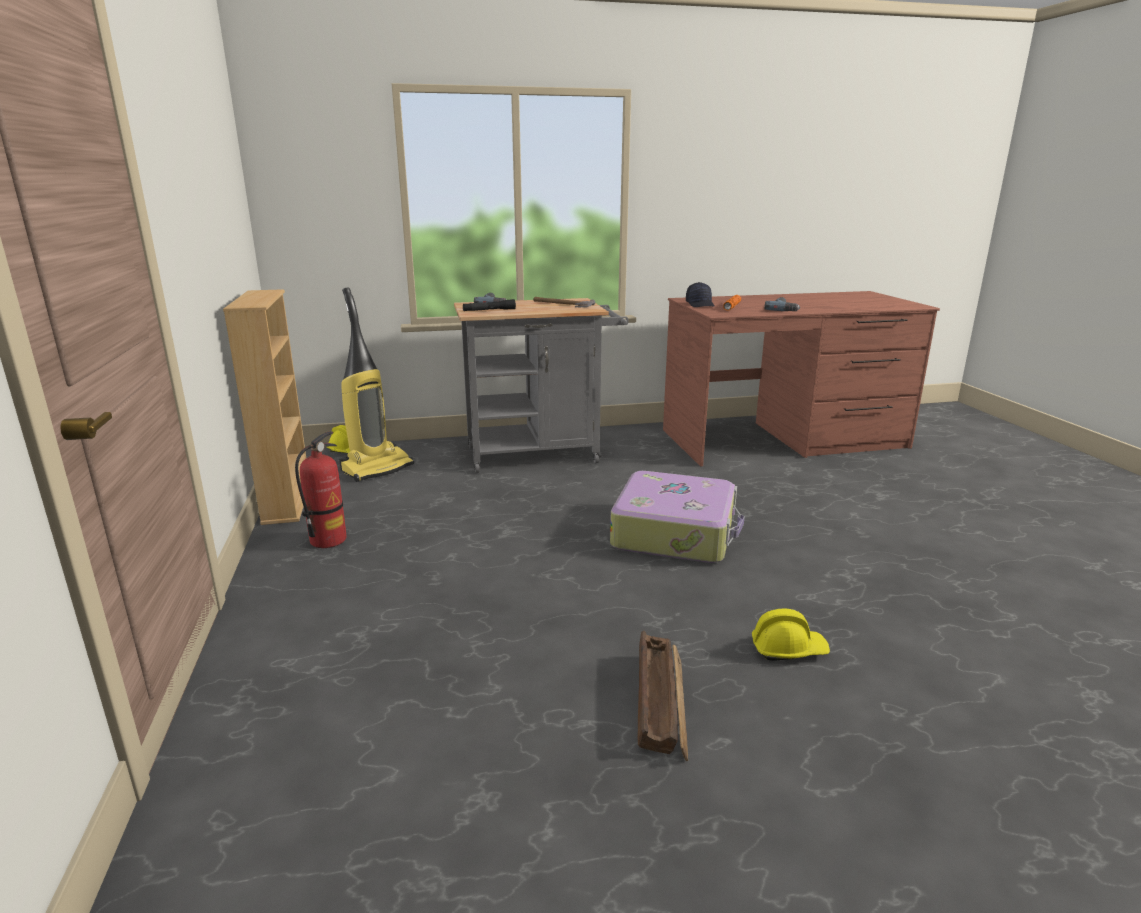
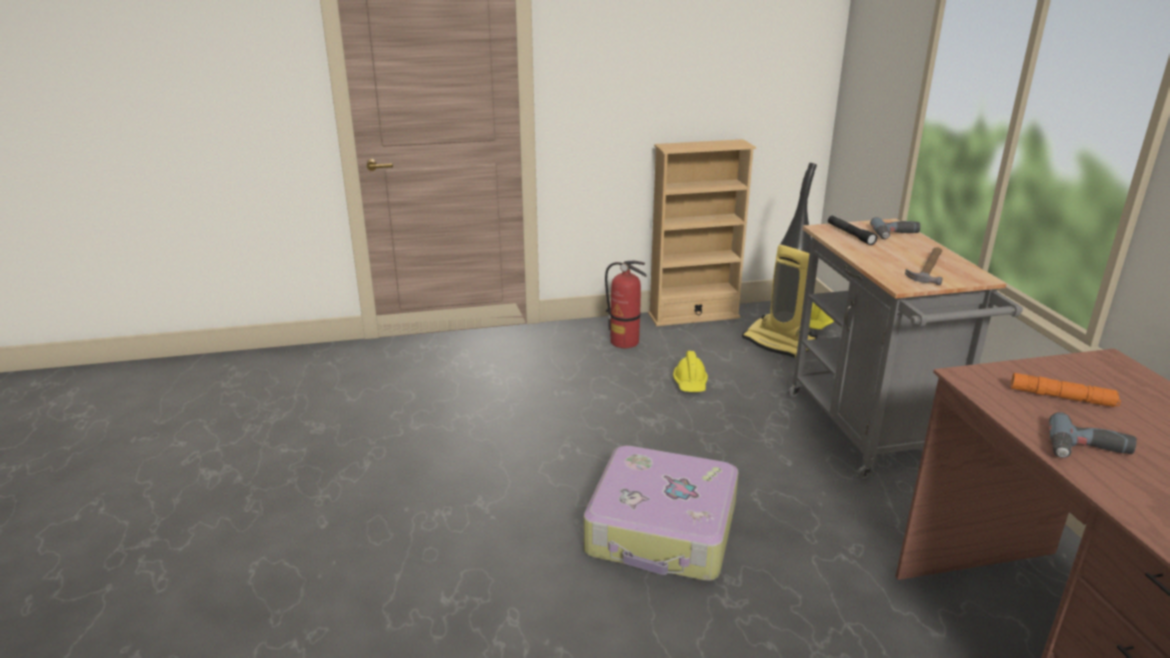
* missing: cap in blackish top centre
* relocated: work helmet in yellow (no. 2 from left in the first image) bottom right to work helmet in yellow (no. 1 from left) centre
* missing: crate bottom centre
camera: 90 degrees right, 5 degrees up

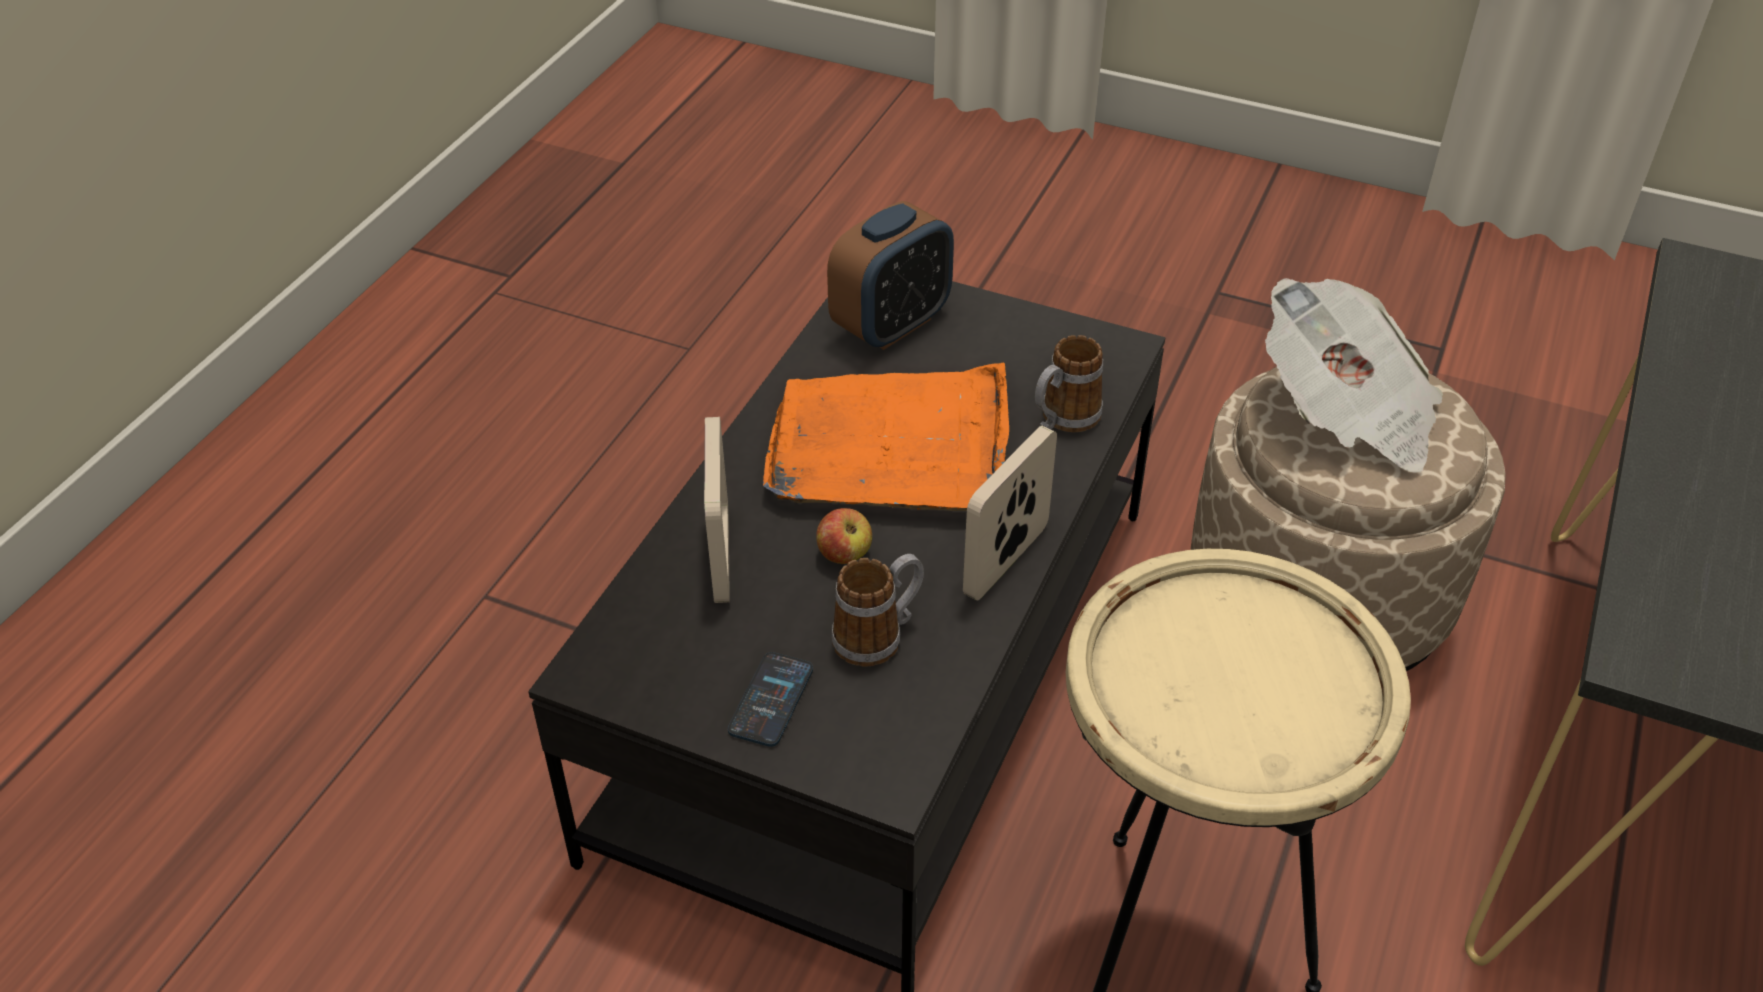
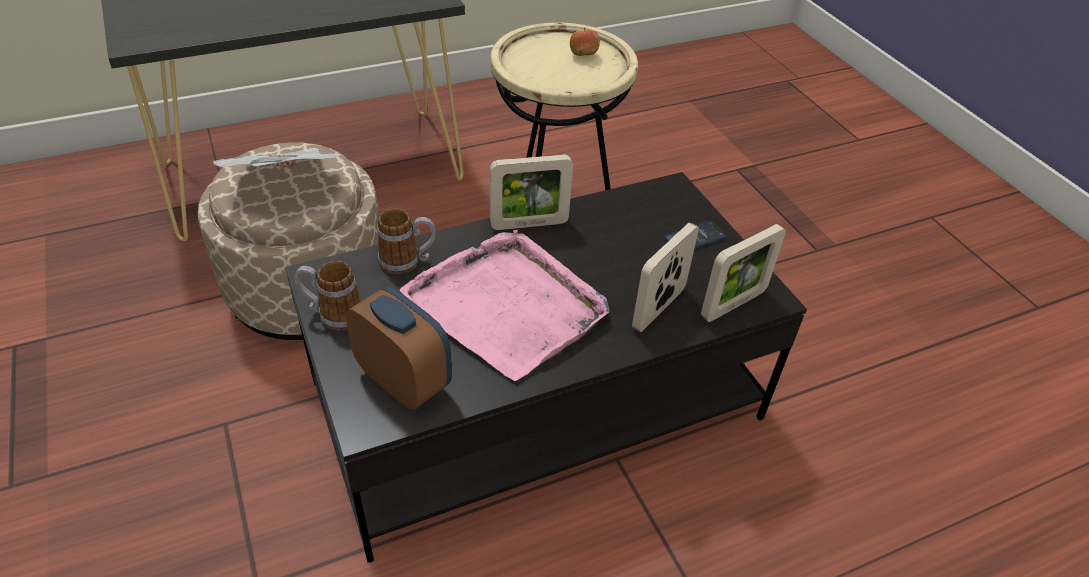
* spun: alarm clock top centre = centre 45 degrees clockwise
* colour: serving tray in orange centre to serving tray in pink centre
* relocated: apple fruit centre to top centre
* relocated: coffee mug (no. 1 from left) centre to middle left
* appeared: standing frame (no. 3 from left) middle right
camera: 140 degrees left, 0 degrees up

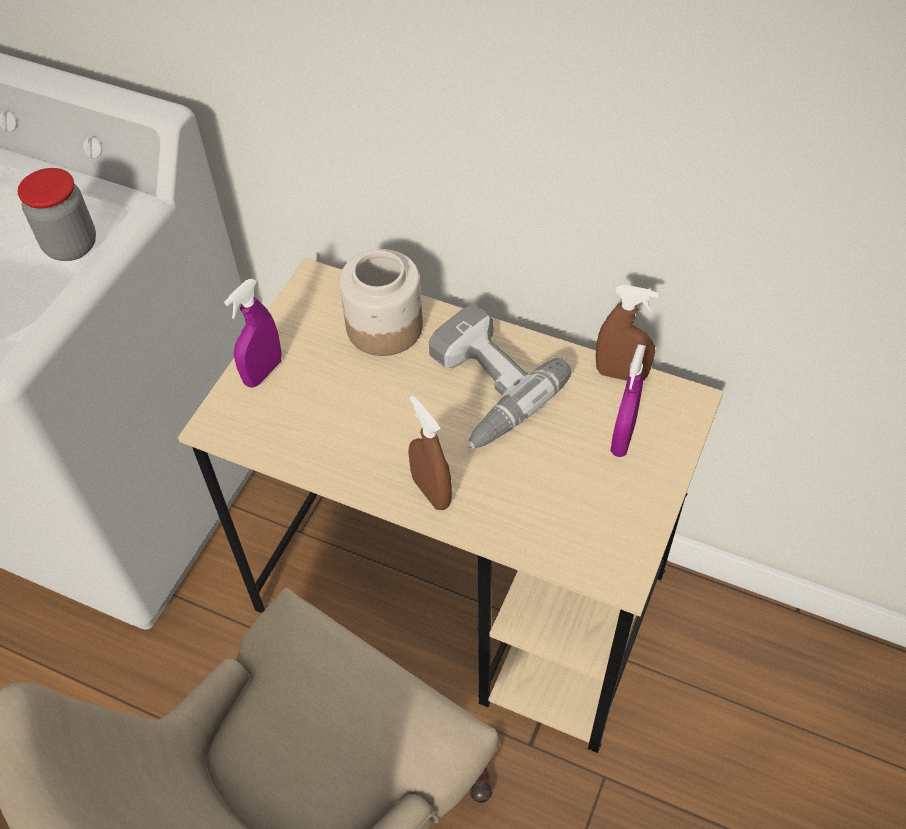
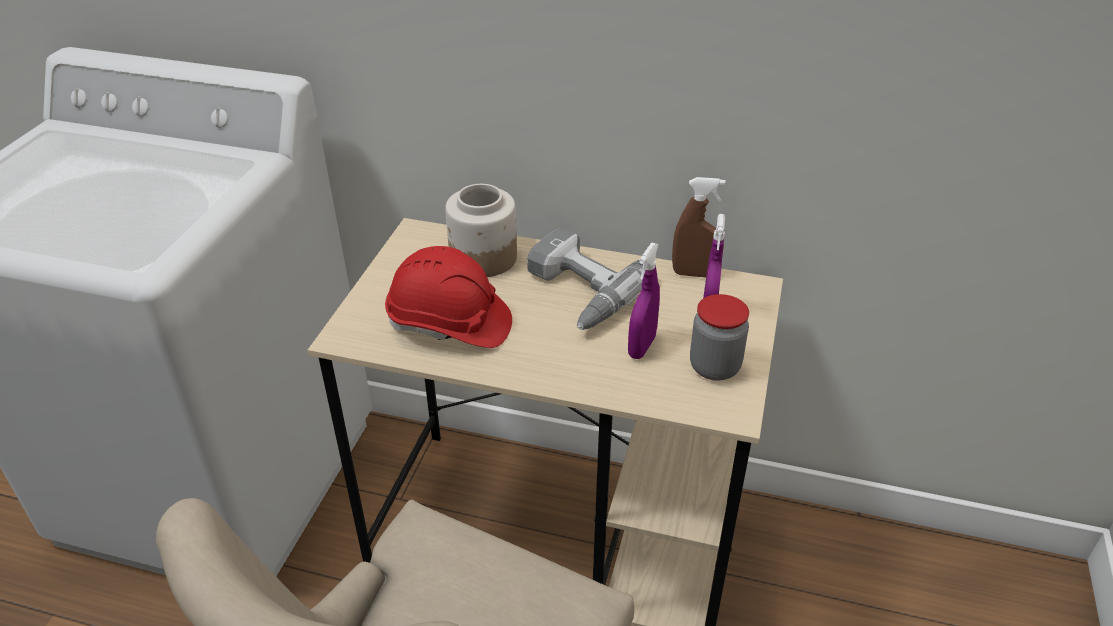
* relocated: preserve jar (no. 1 from left in the first image) top left to preserve jar (no. 2 from left) centre
* relocated: hand sprayer in purple-coloured (no. 1 from left) middle left to centre
* missing: hand sprayer in brownish (no. 1 from left) centre
* appeared: work helmet in red centre
camera: 10 degrees left, 15 degrees down

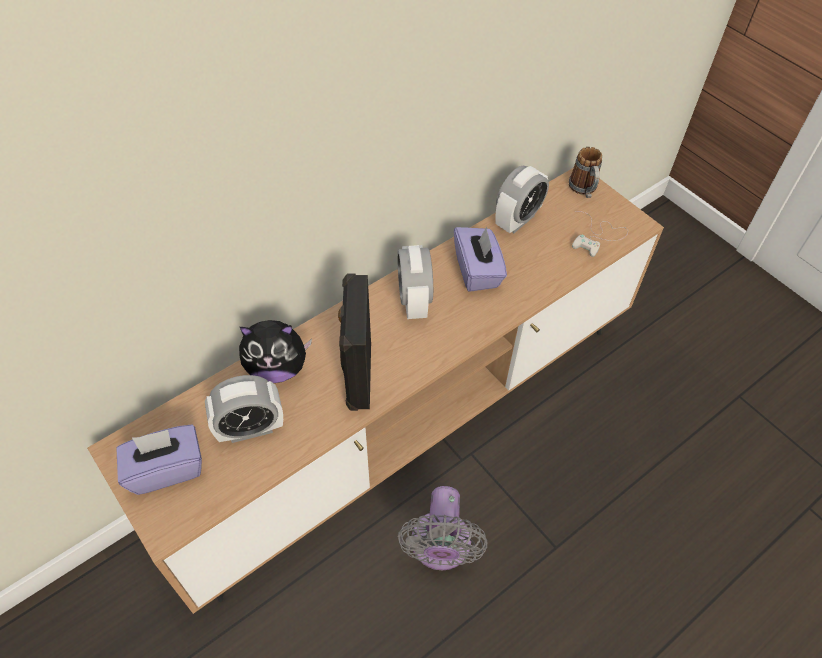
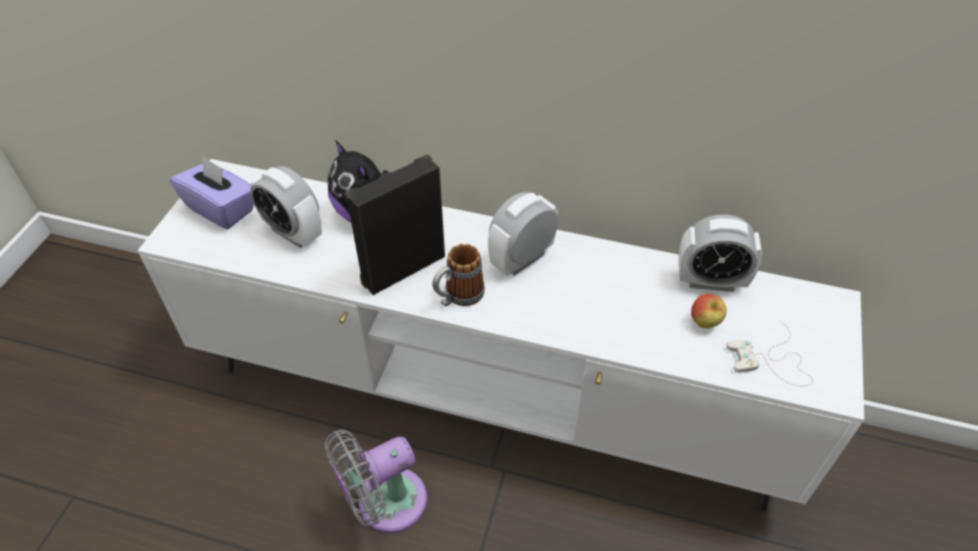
* relocated: coffee mug top right to centre
* colour: tv unit in brownish centre to tv unit in white centre
* missing: box of tissues in purple-coloured (no. 2 from left) centre
* appeared: apple fruit middle right
camera: 55 degrees right, 5 degrees down

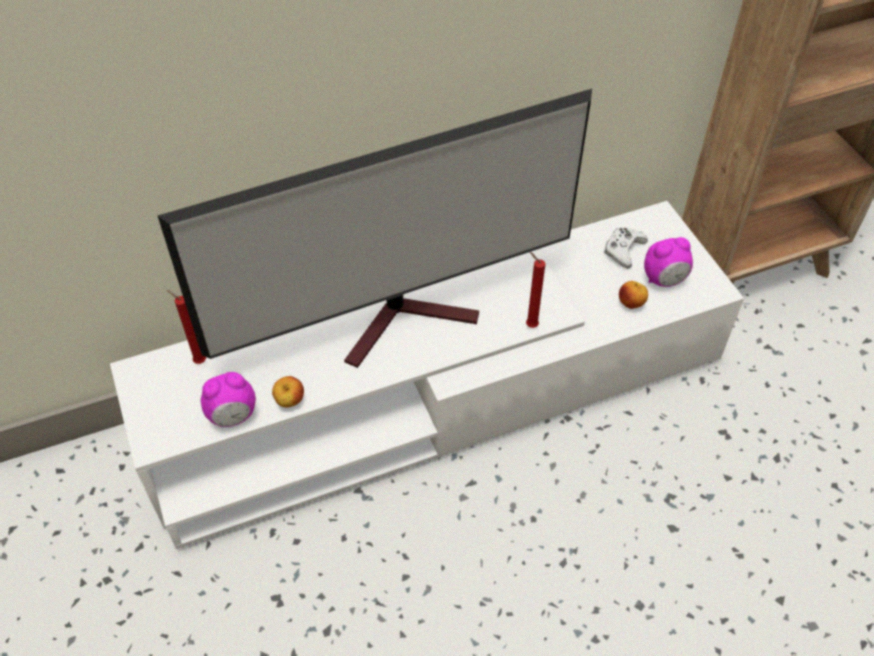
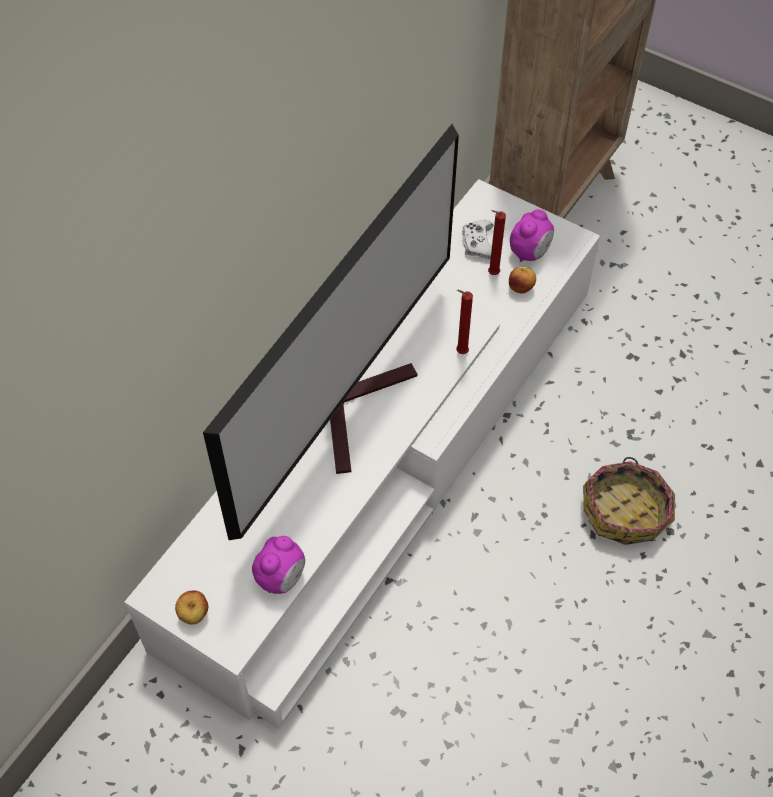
* relocated: wax candle in red (no. 1 from left in the first image) middle left to wax candle in red (no. 2 from left) top centre
* relocated: apple fruit (no. 1 from left) middle left to bottom left
* appeared: household basket middle right
camera: 35 degrees left, 5 degrees up

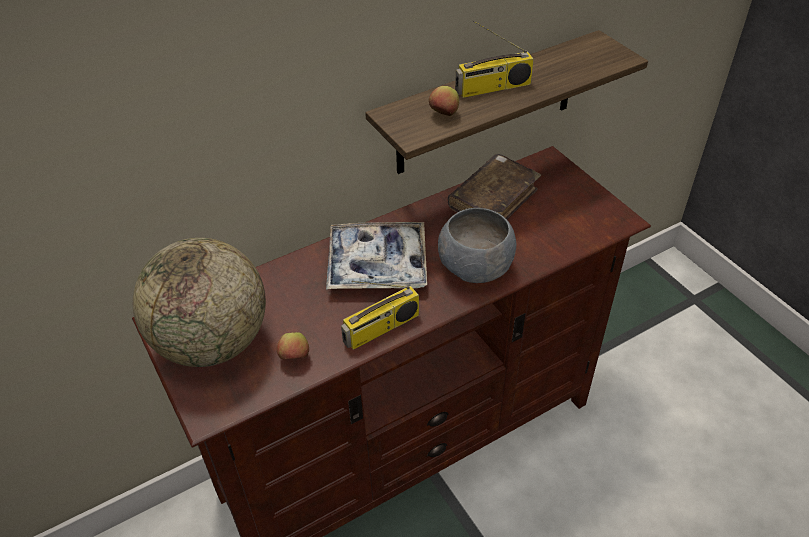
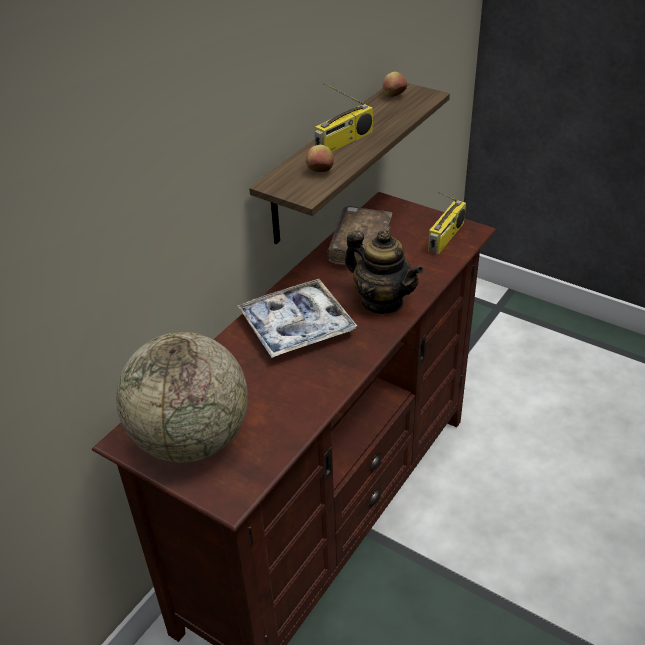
* exchanged: deep dish in greyish centre to teapot centre
* relocated: radio (no. 1 from left in the first image) centre to radio (no. 2 from left) middle right
* relocated: apple fruit (no. 1 from left in the first image) centre to apple fruit (no. 2 from left) top centre
camera: 25 degrees left, 5 degrees down

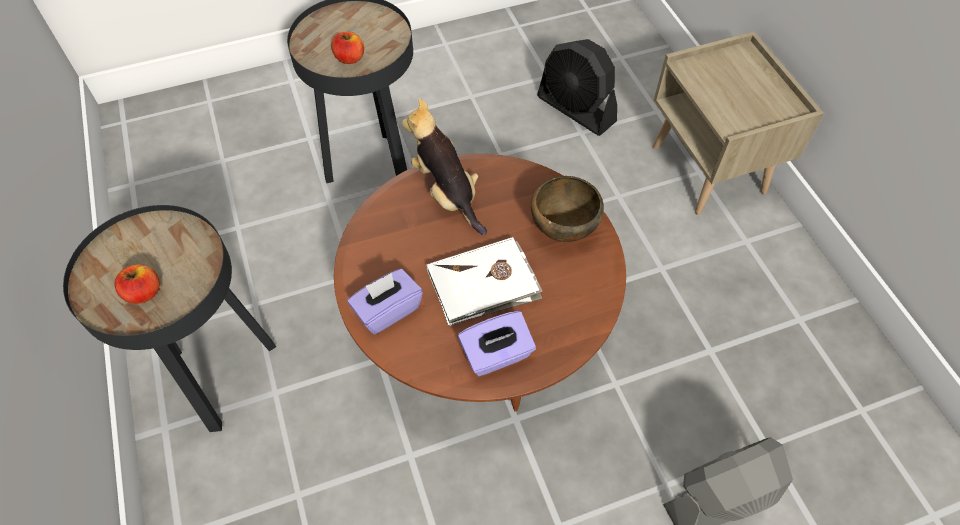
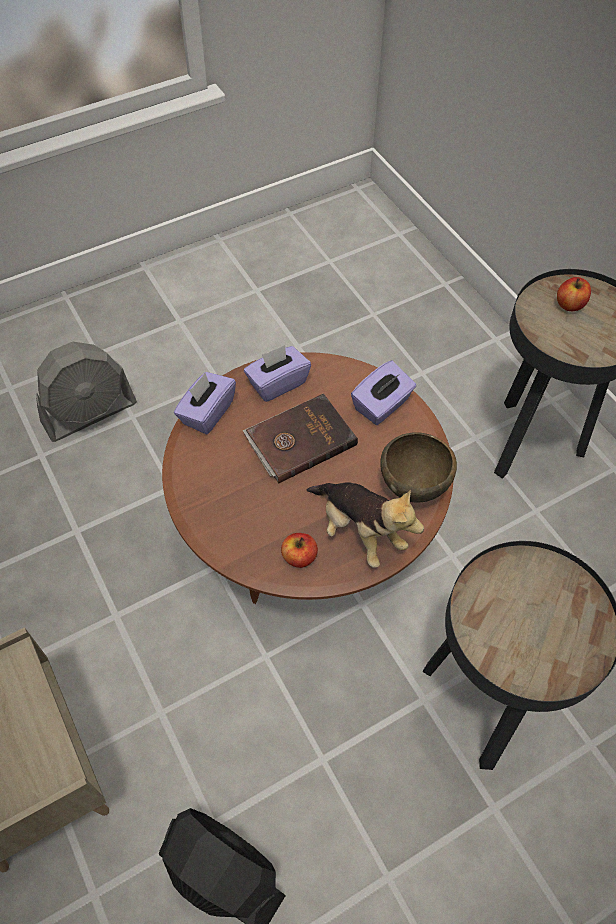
* relocated: apple fruit (no. 2 from left in the first image) top centre to apple fruit (no. 1 from left) centre
* relocated: deep dish in brownish centre to middle right
* colour: volume in white centre to volume in brownish centre
* appeared: box of tissues in purple-coloured (no. 1 from left) middle left
camera: 170 degrees right, 0 degrees up

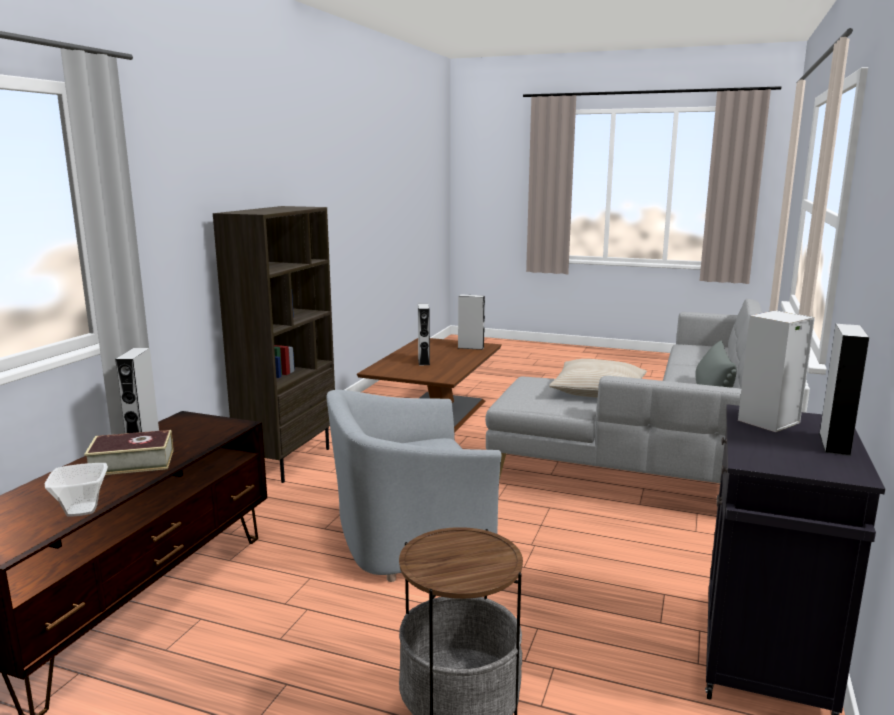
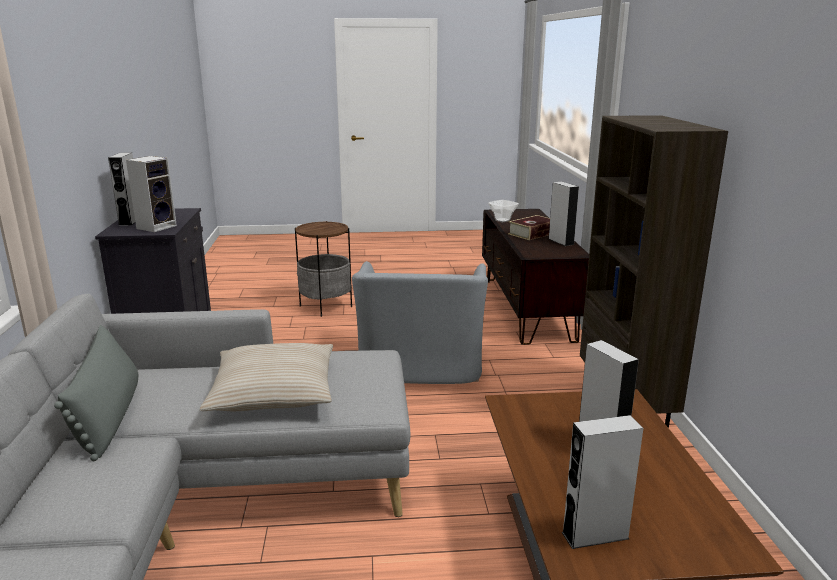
* spun: lounge chair in greyish bottom centre = centre 135 degrees clockwise
camera: 155 degrees right, 5 degrees up

